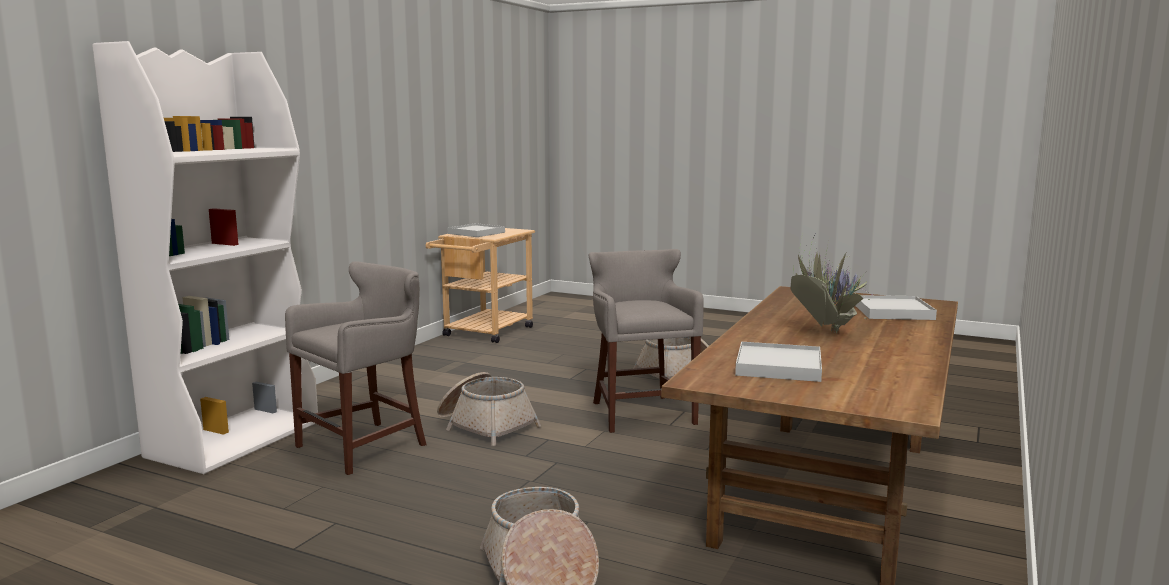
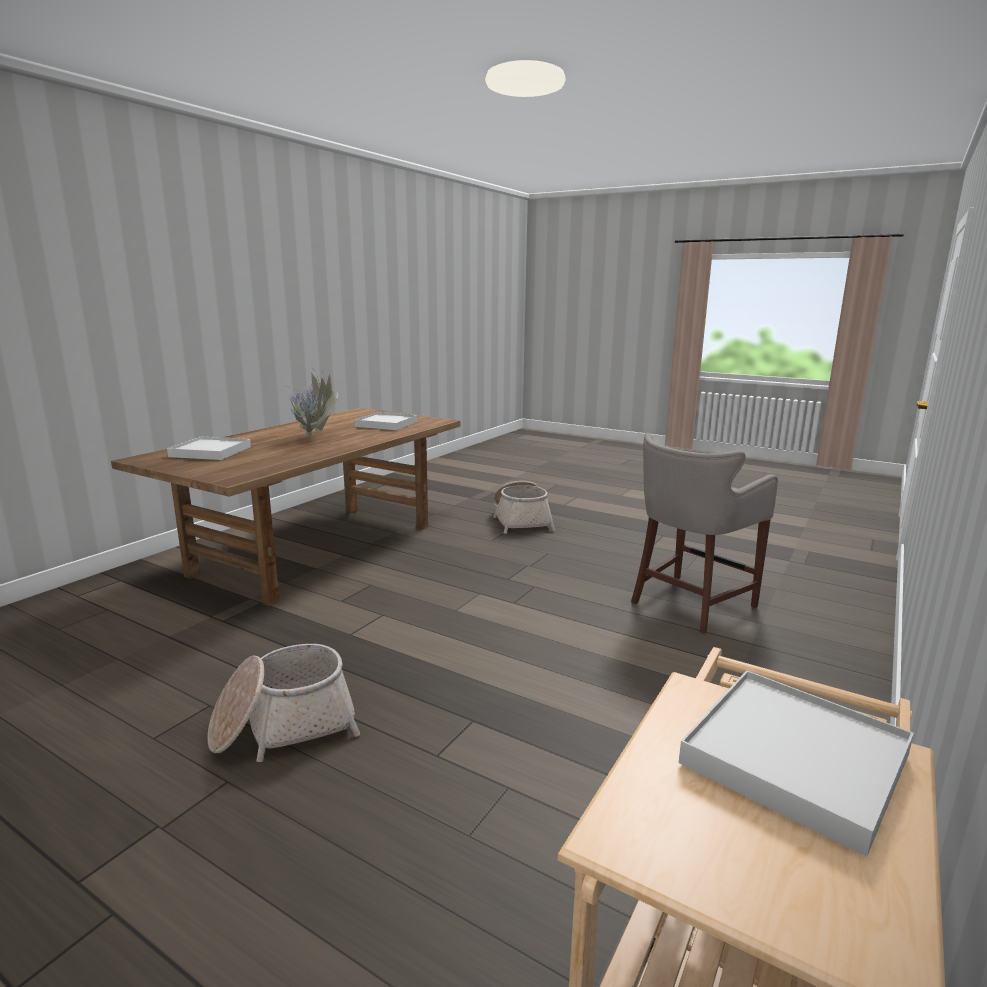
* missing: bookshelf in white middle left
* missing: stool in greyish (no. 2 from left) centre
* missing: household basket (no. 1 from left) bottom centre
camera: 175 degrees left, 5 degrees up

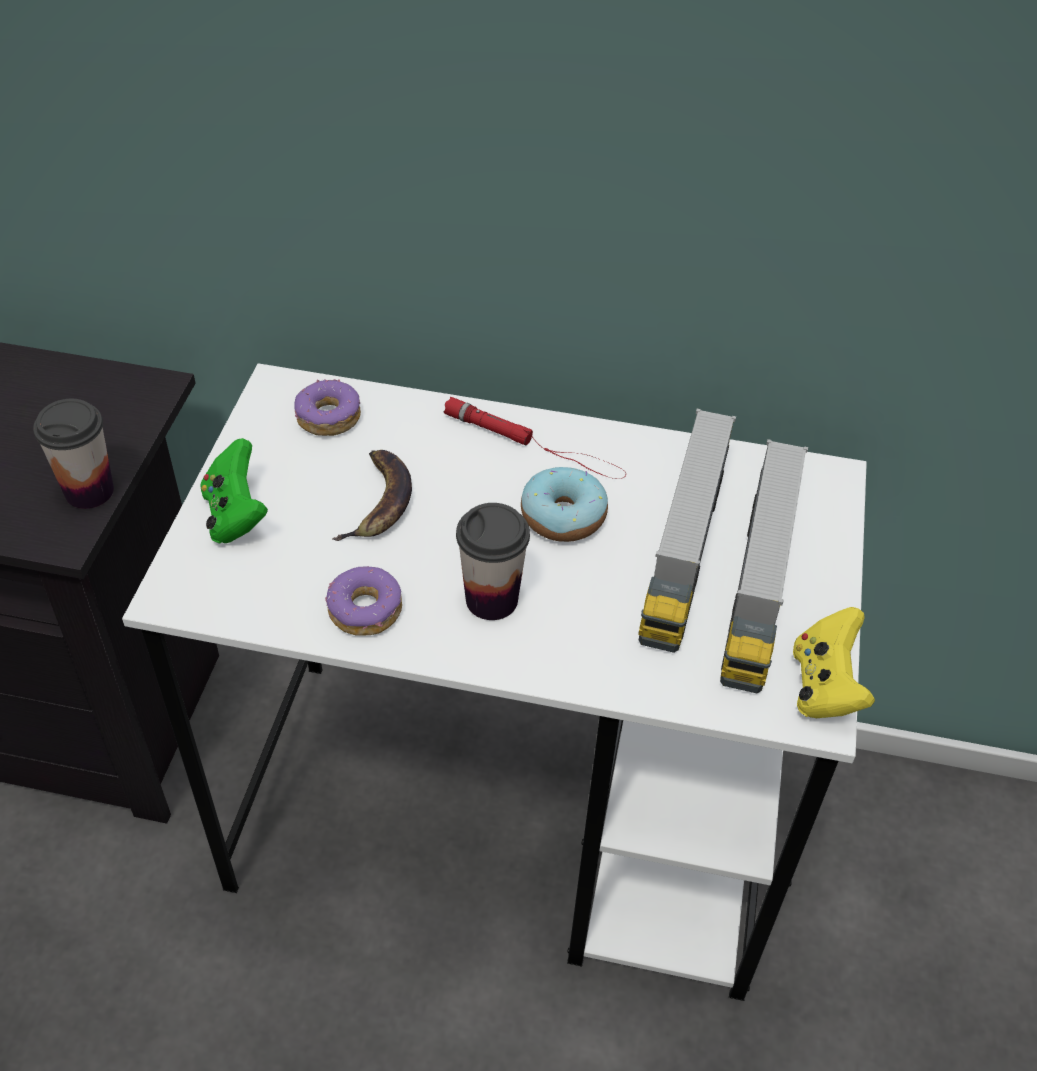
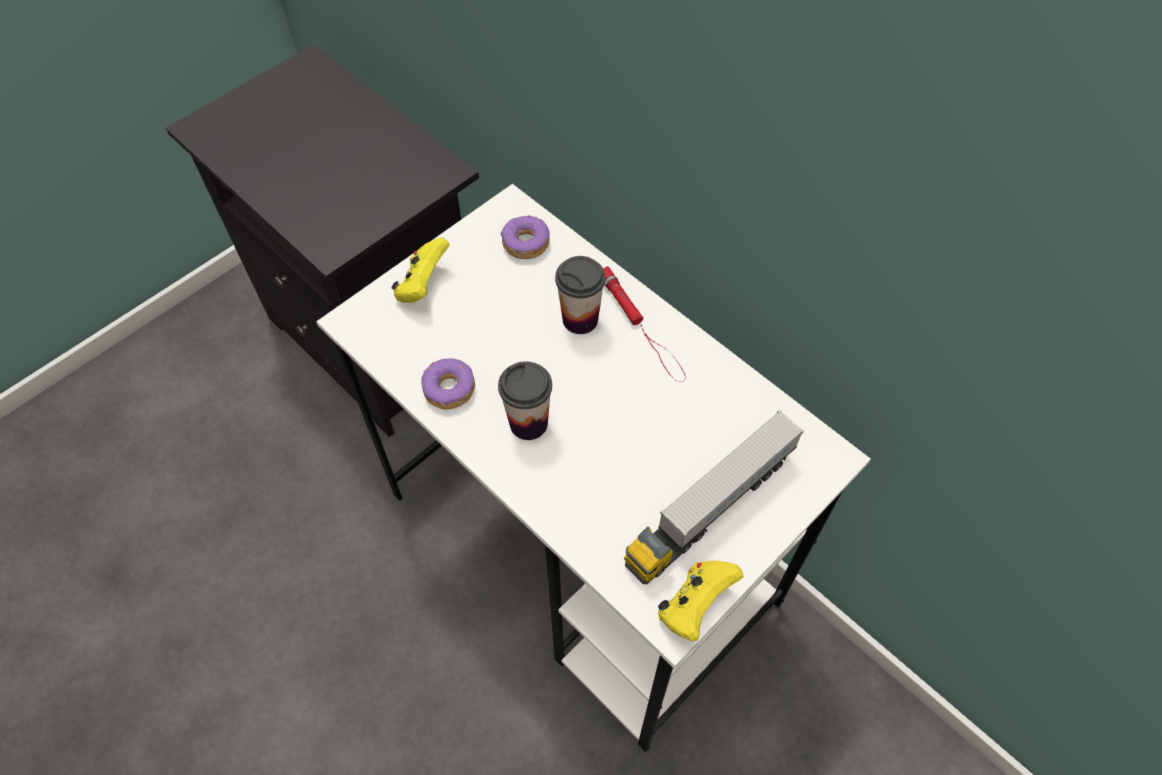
* relocated: drinking cup (no. 1 from left in the first image) middle left to drinking cup (no. 2 from left) centre
* missing: model truck (no. 1 from left) centre
* colour: joypad in green middle left to joypad in yellow (no. 1 from left) centre
* missing: banana centre
* missing: ring doughnut (no. 3 from left) centre
camera: 35 degrees right, 10 degrees up

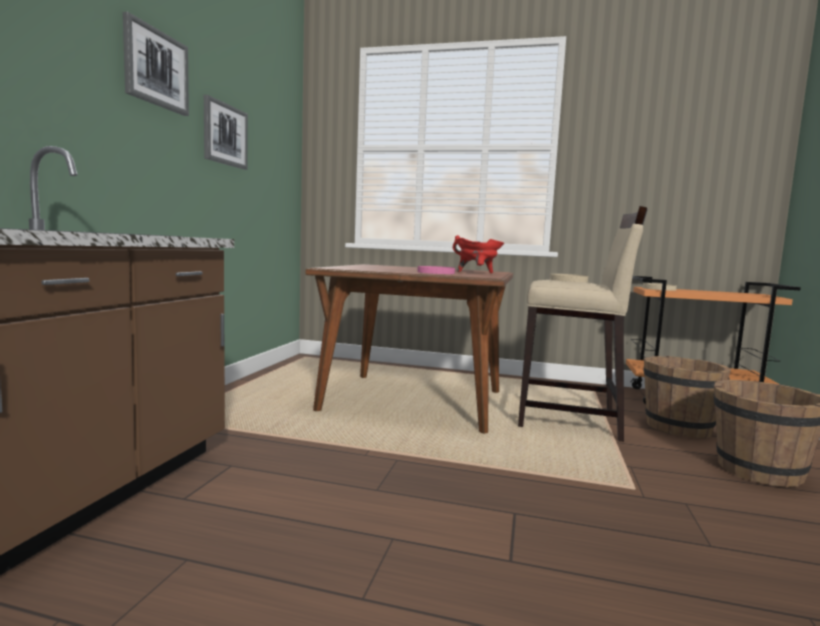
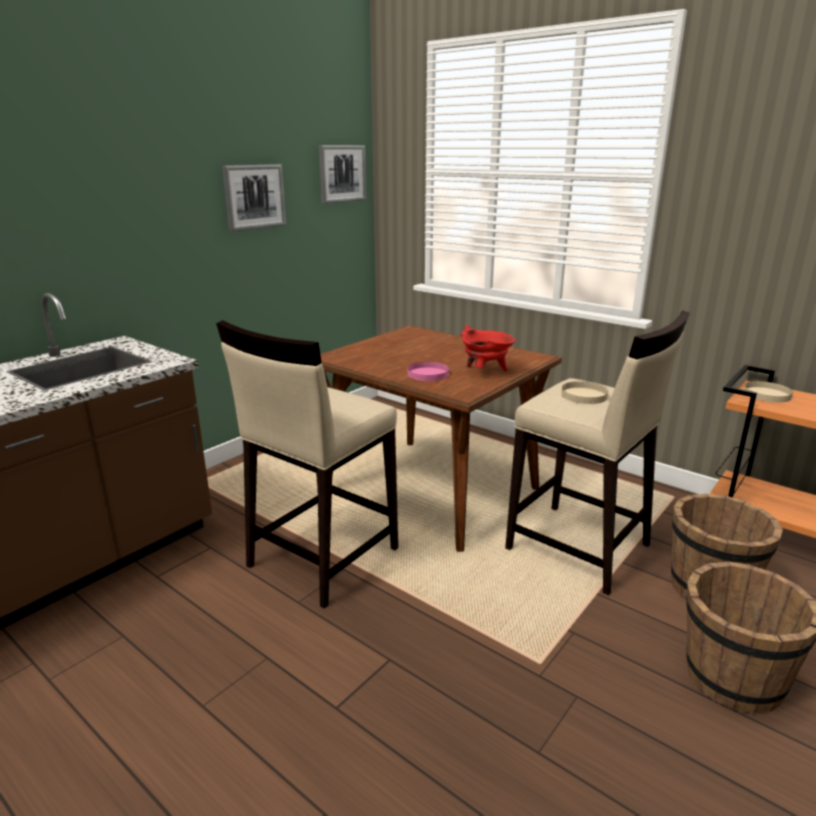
* relocated: wall picture (no. 1 from left in the first image) top left to wall picture (no. 2 from left) top centre
* appeared: stool in sand-coloured (no. 1 from left) centre
camera: 25 degrees right, 15 degrees up

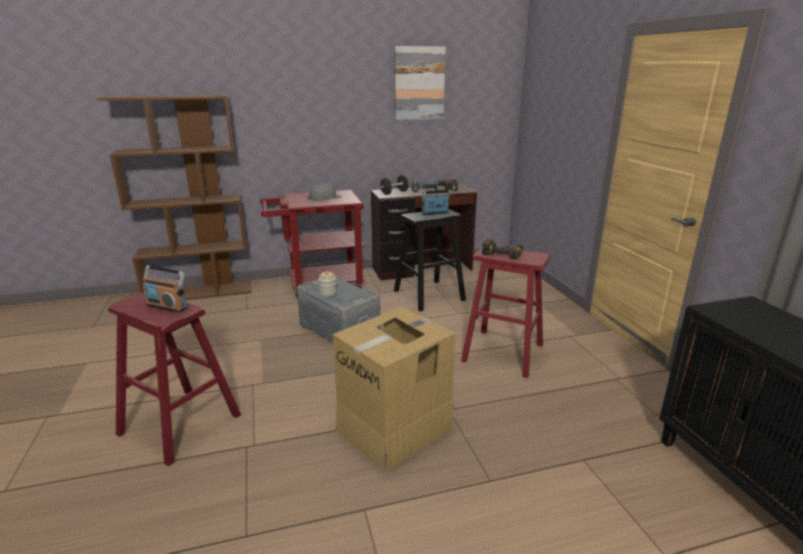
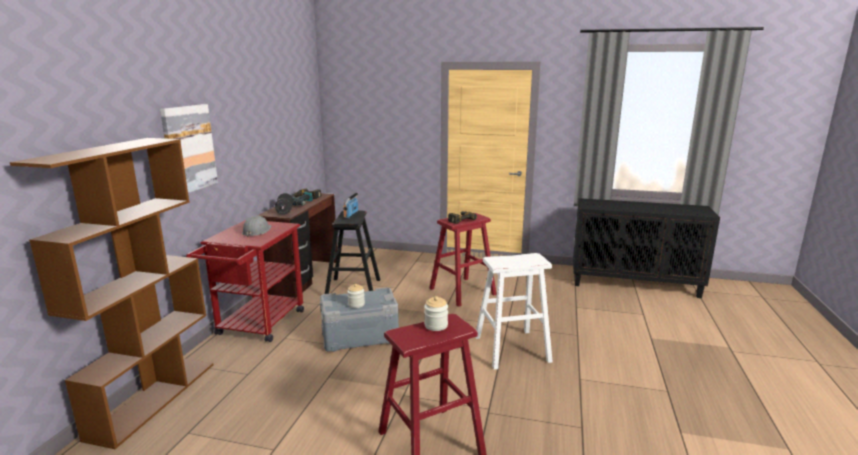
* relocated: wall picture top centre to top left
* exchanged: radio (no. 1 from left) middle left to preserve jar (no. 2 from left) bottom centre
* exchanged: packing box bottom centre to stool in white bottom centre
camera: 60 degrees left, 5 degrees down

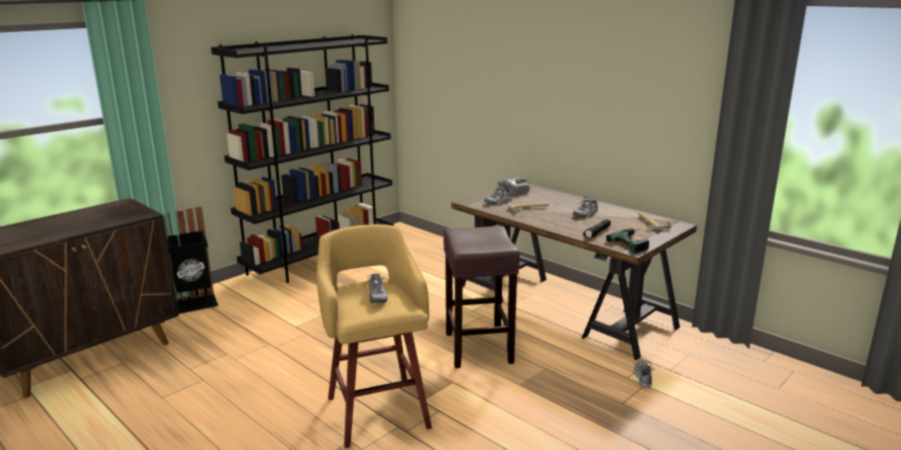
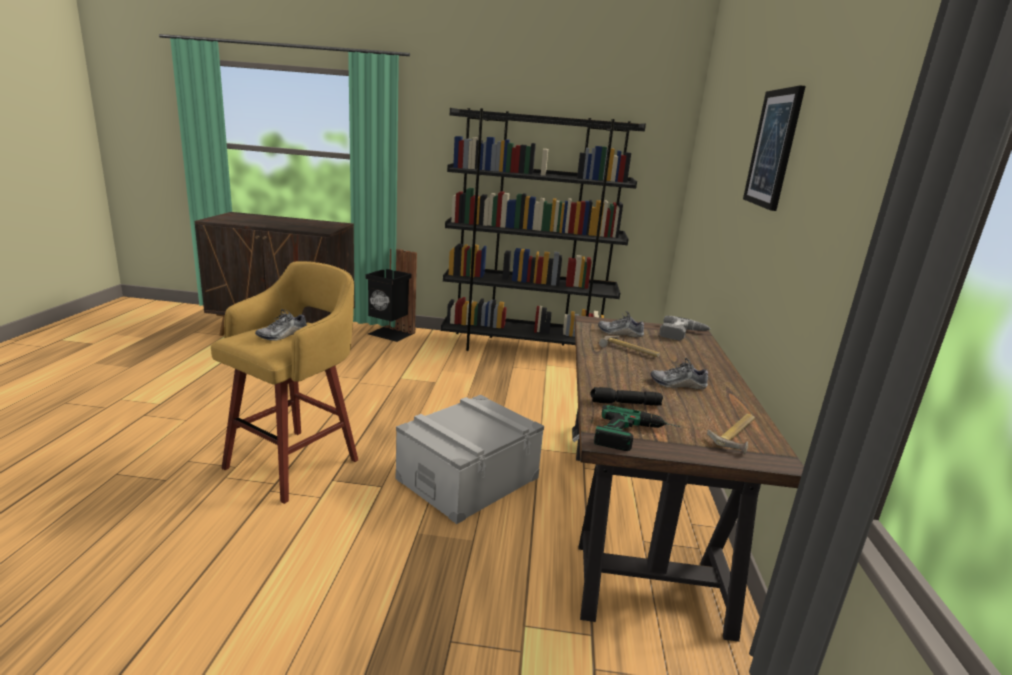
* exchanged: stool in brownish centre to storage bin in greyish bottom centre
* missing: low shoe (no. 4 from left) bottom right
* appeared: wall picture top right
camera: 50 degrees right, 0 degrees up

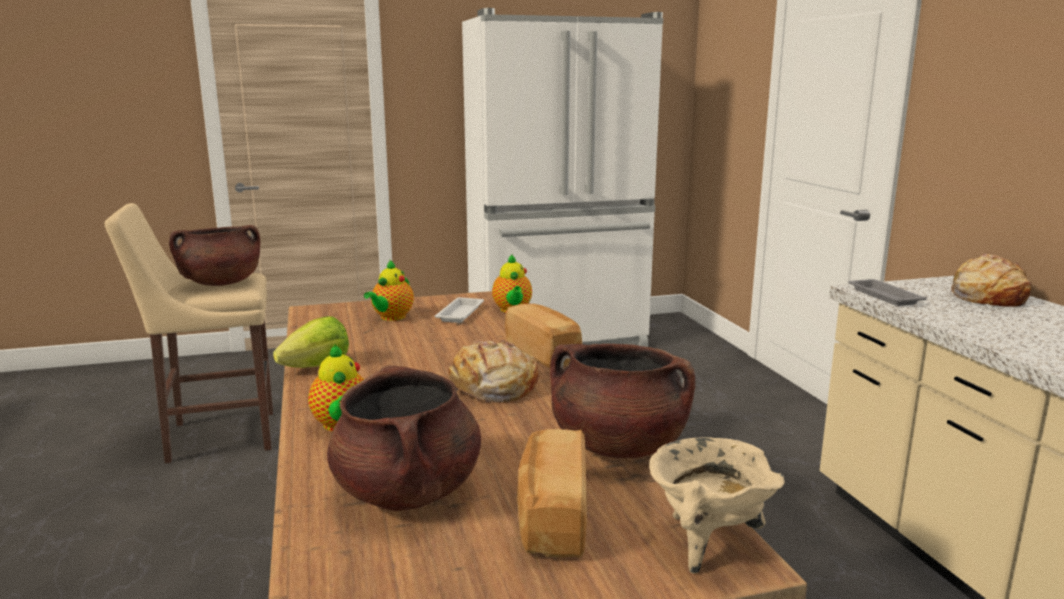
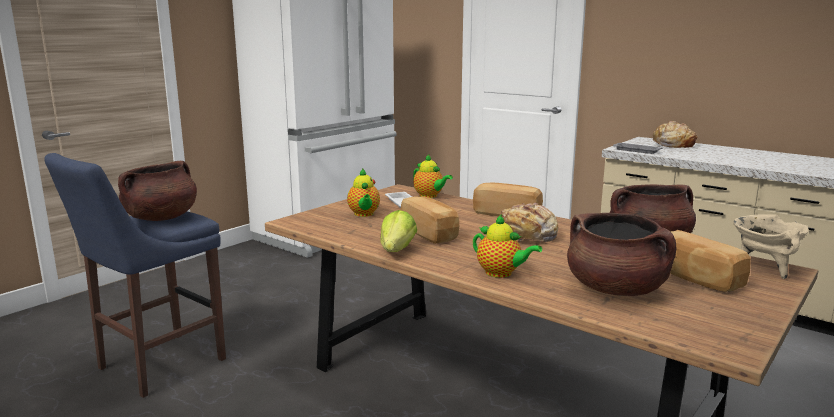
* colour: stool in sand-coloured middle left to stool in blue-coloured middle left
* appeared: baked bread (no. 1 from left) centre
camera: 35 degrees left, 0 degrees up

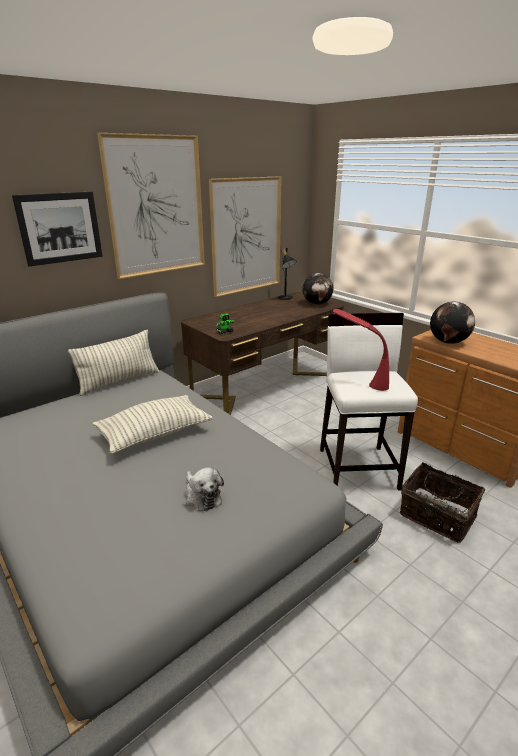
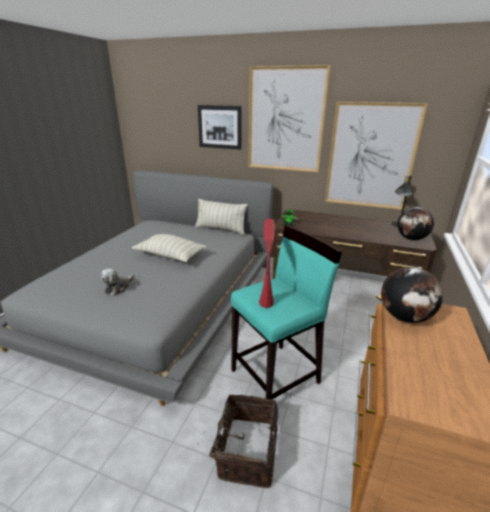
* colour: stool in white middle right to stool in turquoise-coloured centre
camera: 60 degrees right, 0 degrees up

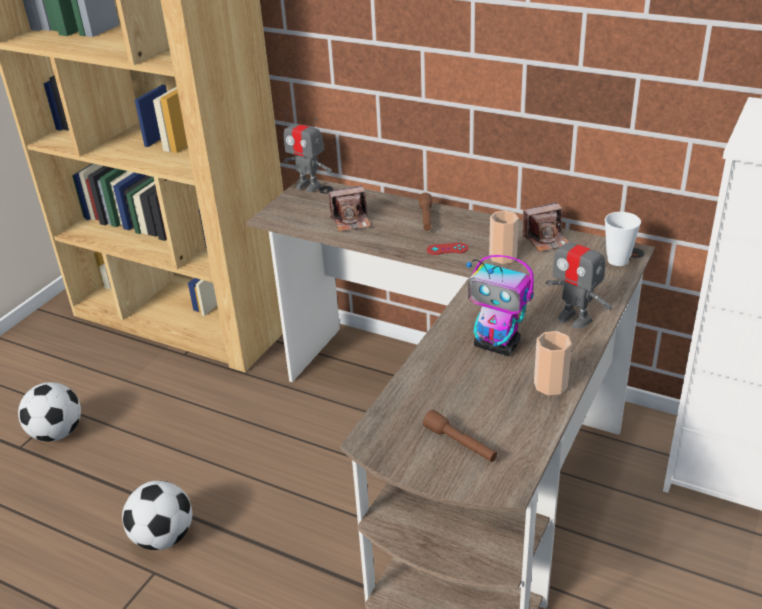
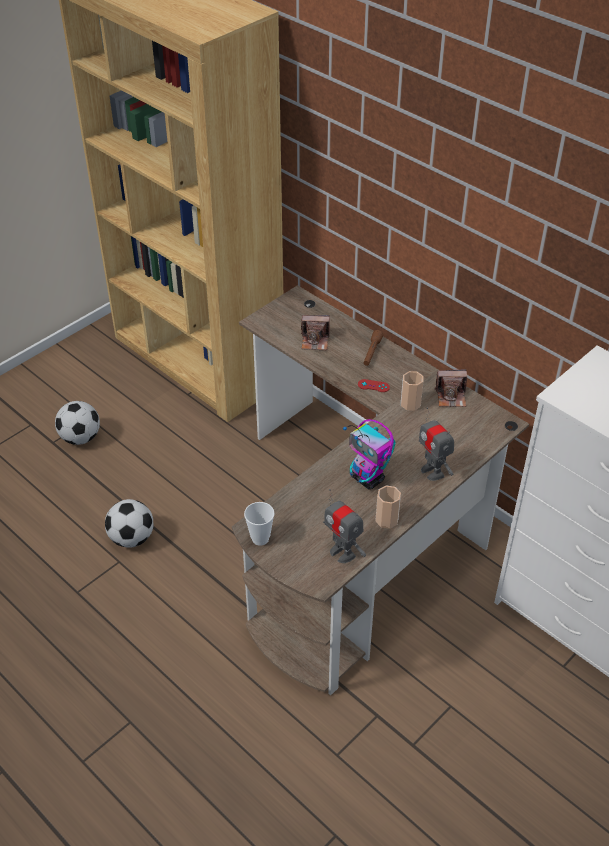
* relocated: robot figure (no. 1 from left) top centre to centre
* relocated: drinking cup (no. 3 from left in the first image) middle right to drinking cup (no. 1 from left) centre
* missing: hand torch in brownish (no. 2 from left) bottom centre
camera: 15 degrees right, 10 degrees up

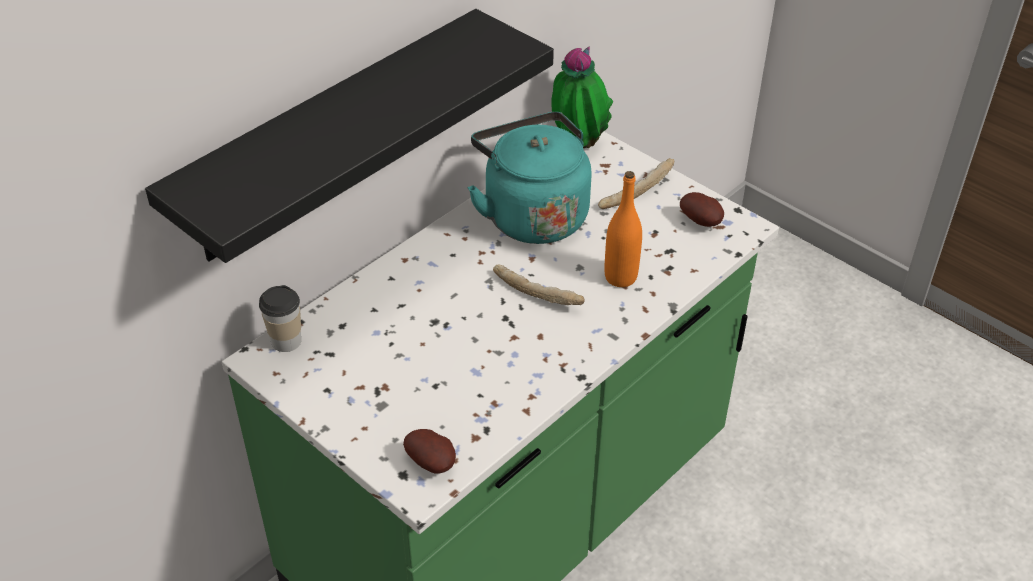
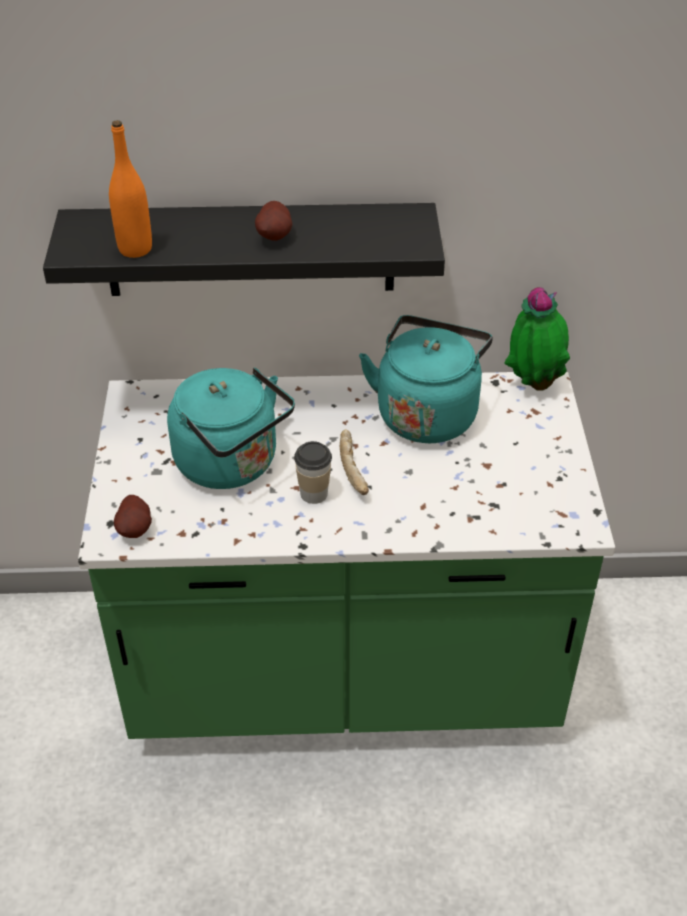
* missing: baked bread (no. 2 from left) top centre
* relocated: bottle in orange centre to top left
* relocated: whole potato (no. 2 from left) middle right to top centre
* relocated: drinking cup middle left to centre
* appeared: water kettle in turquoise-coloured (no. 1 from left) centre
camera: 45 degrees right, 0 degrees up

